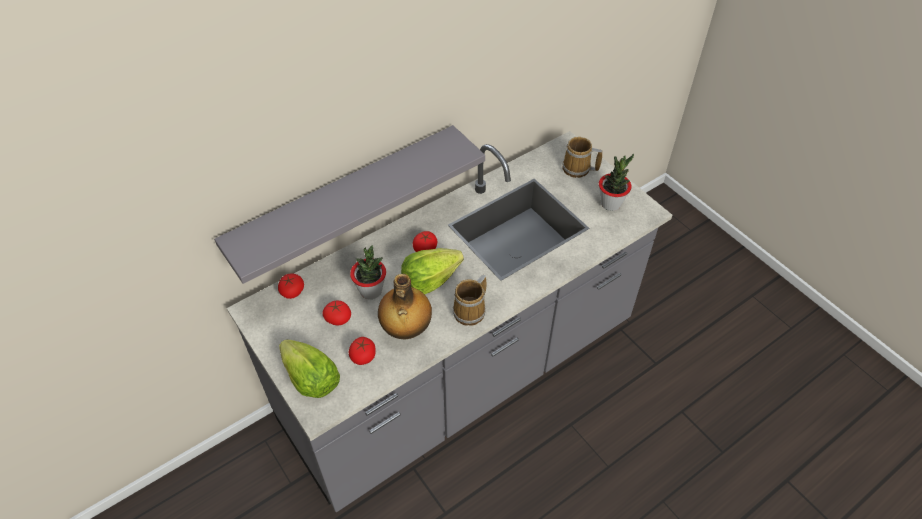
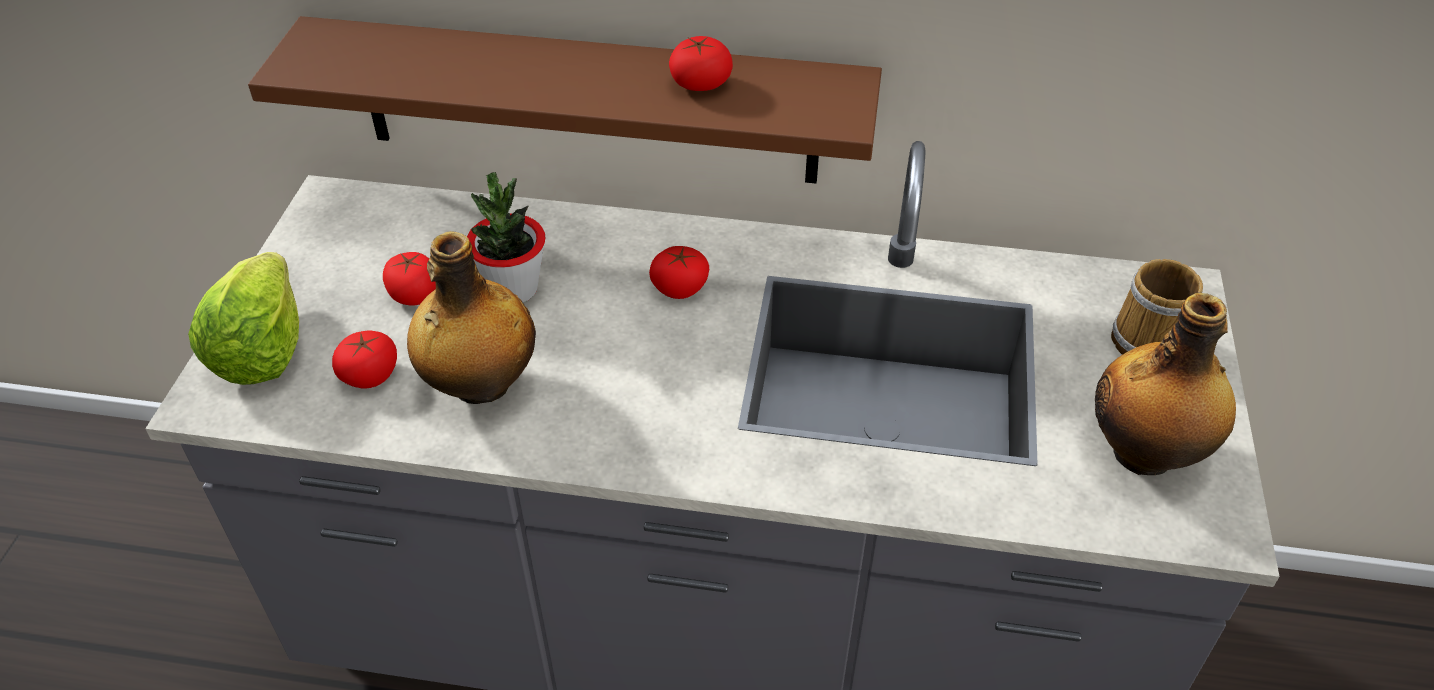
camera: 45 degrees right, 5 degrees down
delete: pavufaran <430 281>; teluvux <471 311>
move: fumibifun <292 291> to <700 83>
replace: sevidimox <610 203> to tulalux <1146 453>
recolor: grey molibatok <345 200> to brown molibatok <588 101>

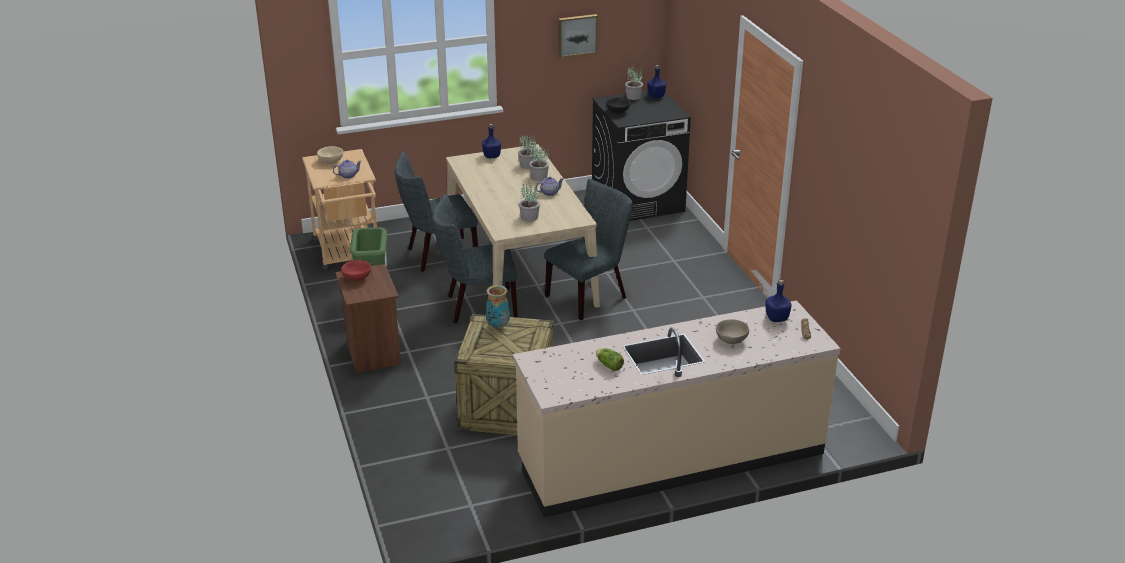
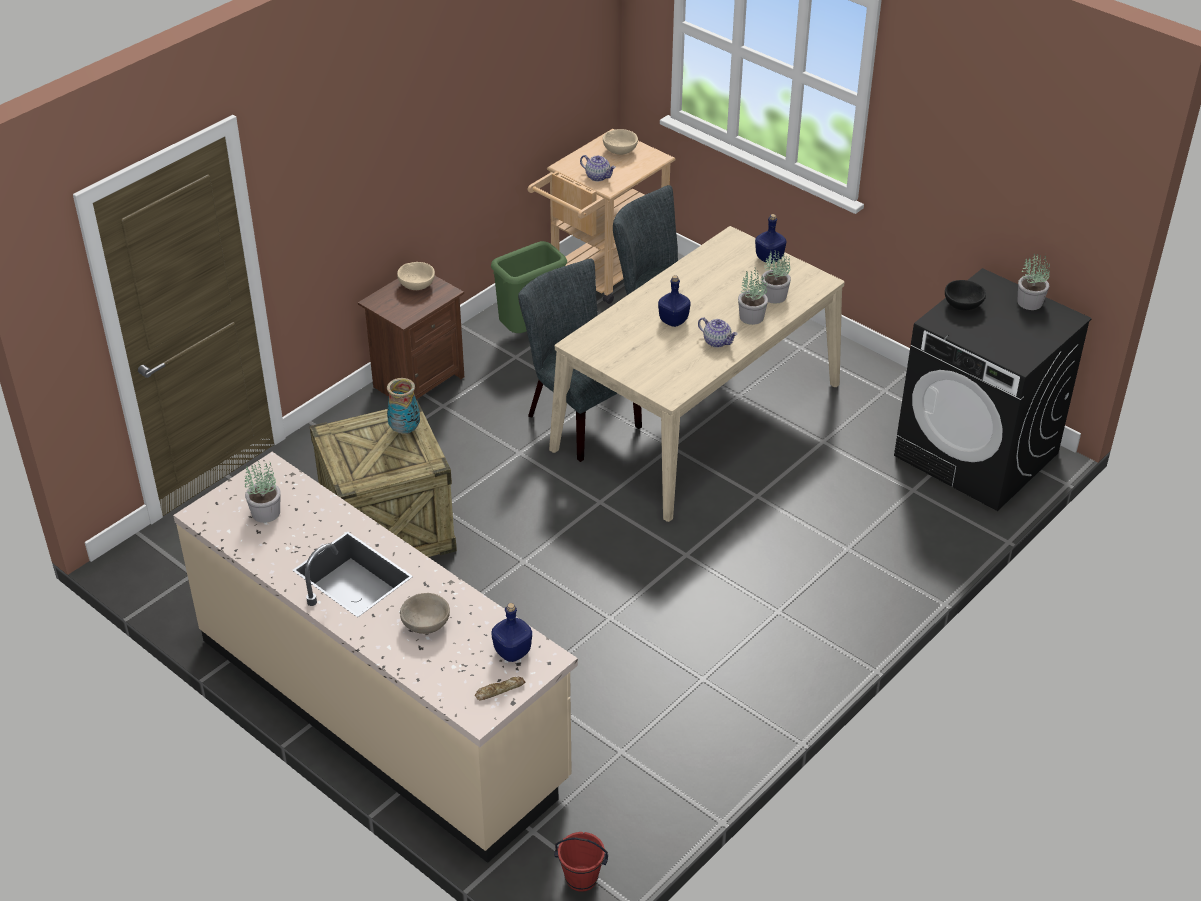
camera: 60 degrees right, 10 degrees up
delete: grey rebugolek <590 295>; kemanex <577 35>; pavufaran <608 365>
insert: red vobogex <581 879>
move: sevidimox <529 217> to <266 512>; blue tulalux <656 96> to <674 320>
recolor: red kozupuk <357 278> to beige kozupuk <417 285>

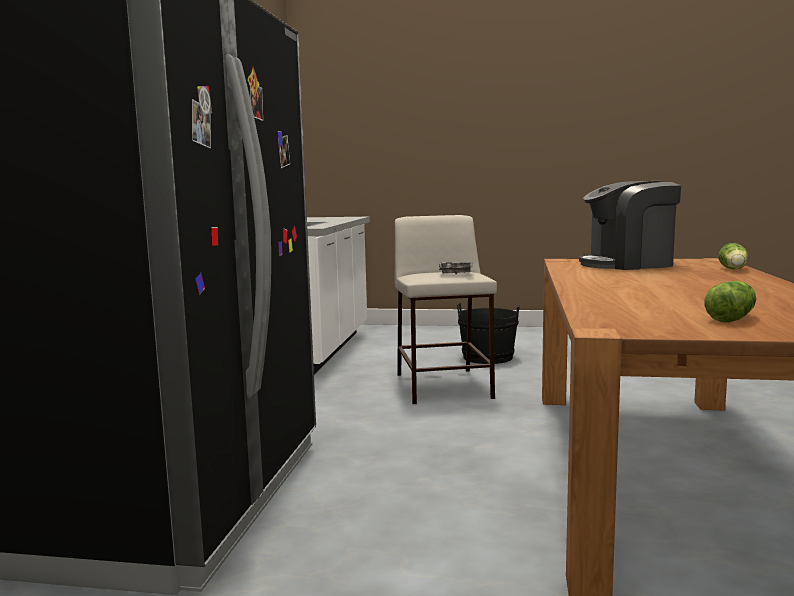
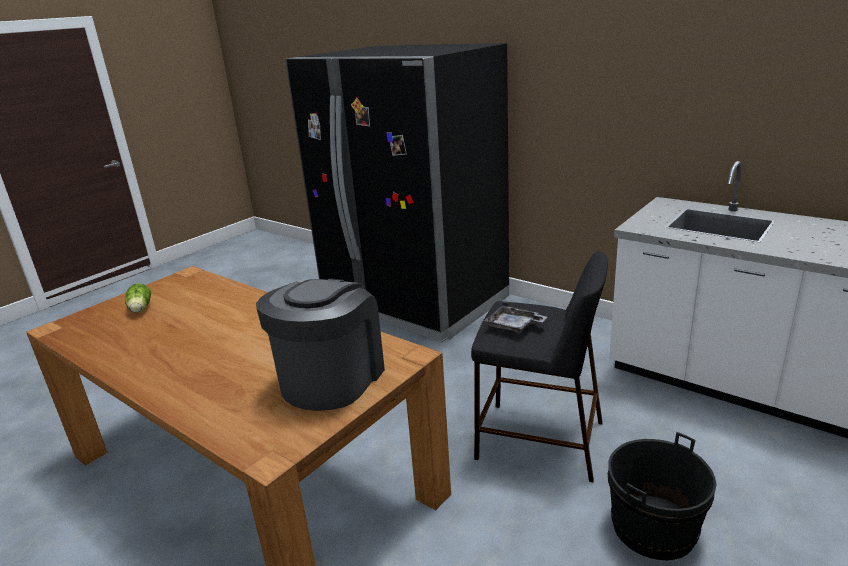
camera: 120 degrees right, 15 degrees up
delete: pavufaran <733 269>
recolor: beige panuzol <444 386> to black panuzol <538 440>

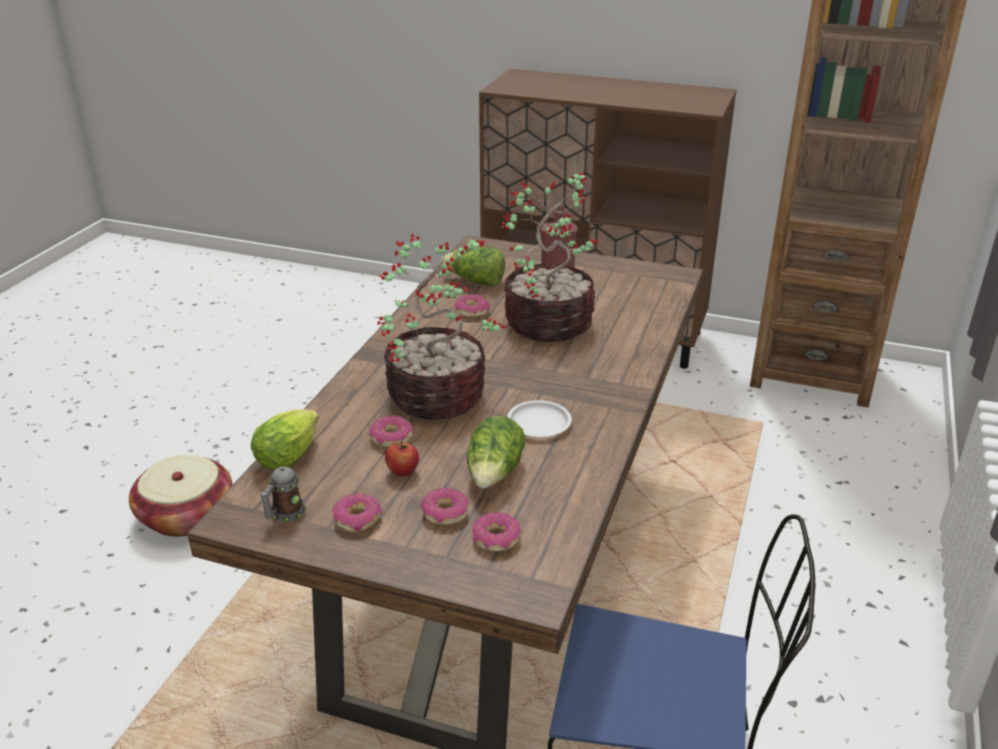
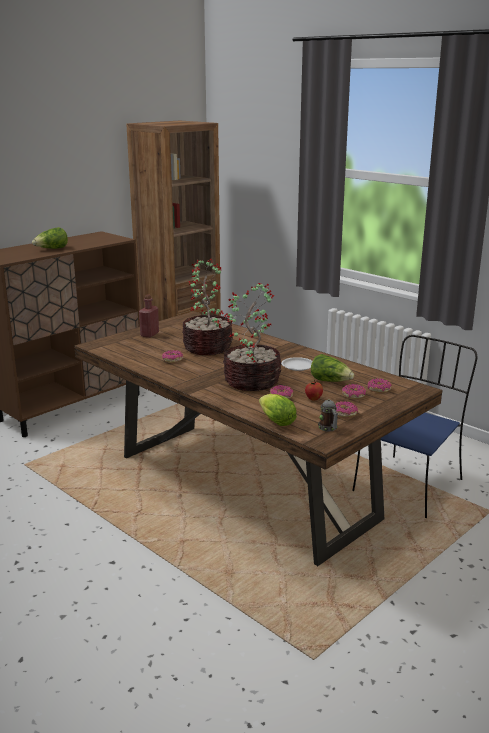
camera: 65 degrees left, 10 degrees down
delete: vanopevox <186 515>
move: pavufaran <475 281> to <51 249>

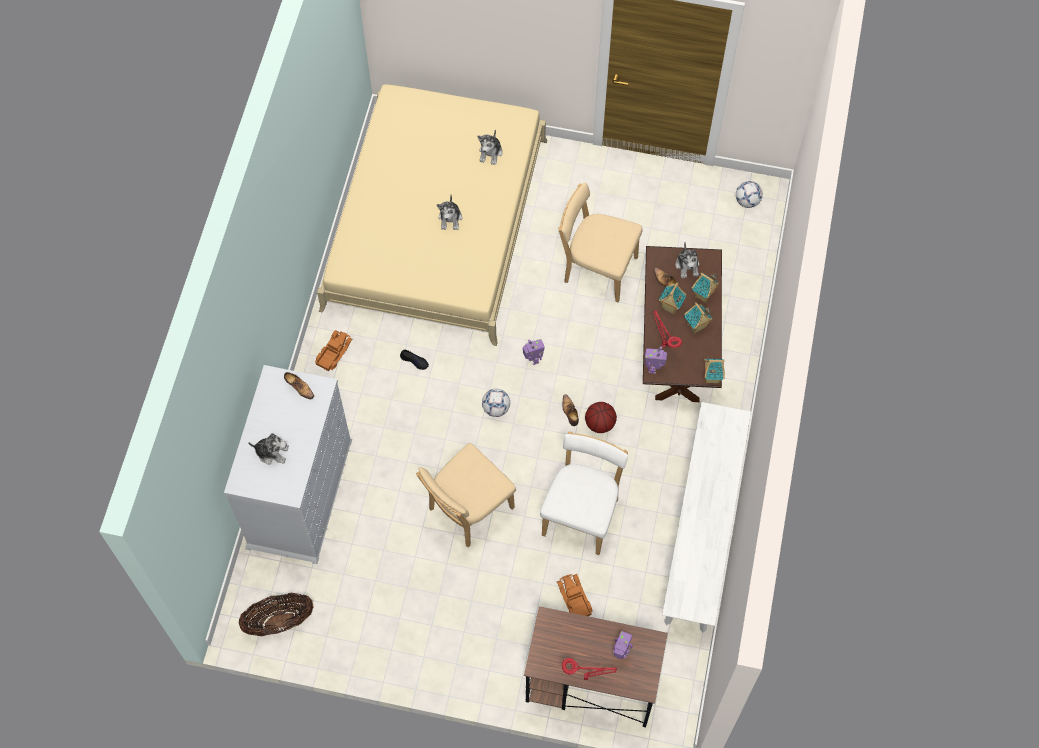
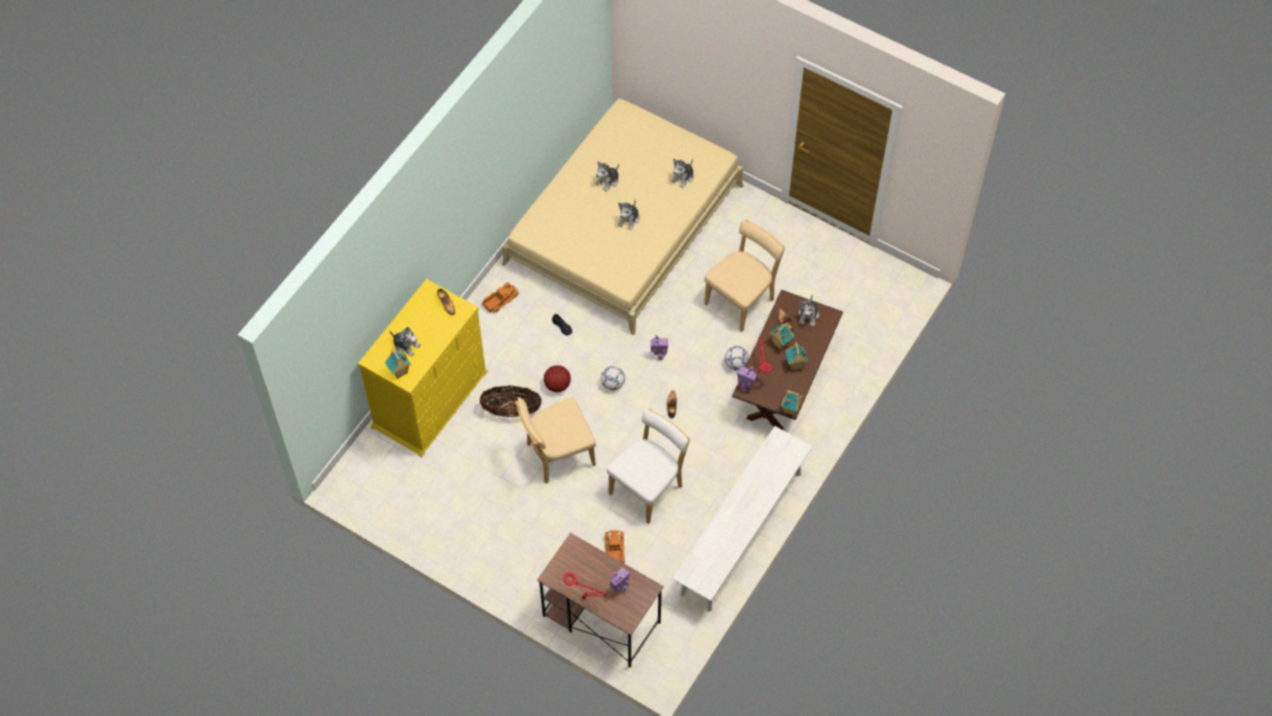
camera: 20 degrees right, 5 degrees down
insert: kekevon <608 181>
move: vanopevox <279 621> to <511 410>; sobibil <599 423> to <557 385>; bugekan <703 295> to <399 372>; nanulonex <747 201> to <736 364>
recolor: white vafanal <300 493> to yellow vafanal <430 399>
rotate: beige rebugolek <597 268> = <742 300> 90 degrees clockwise

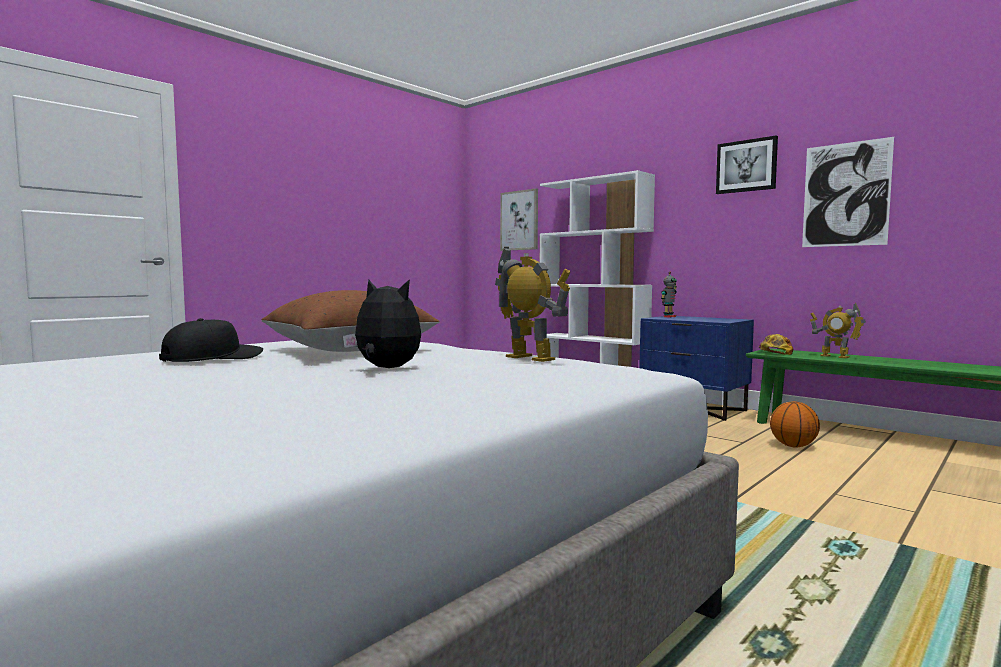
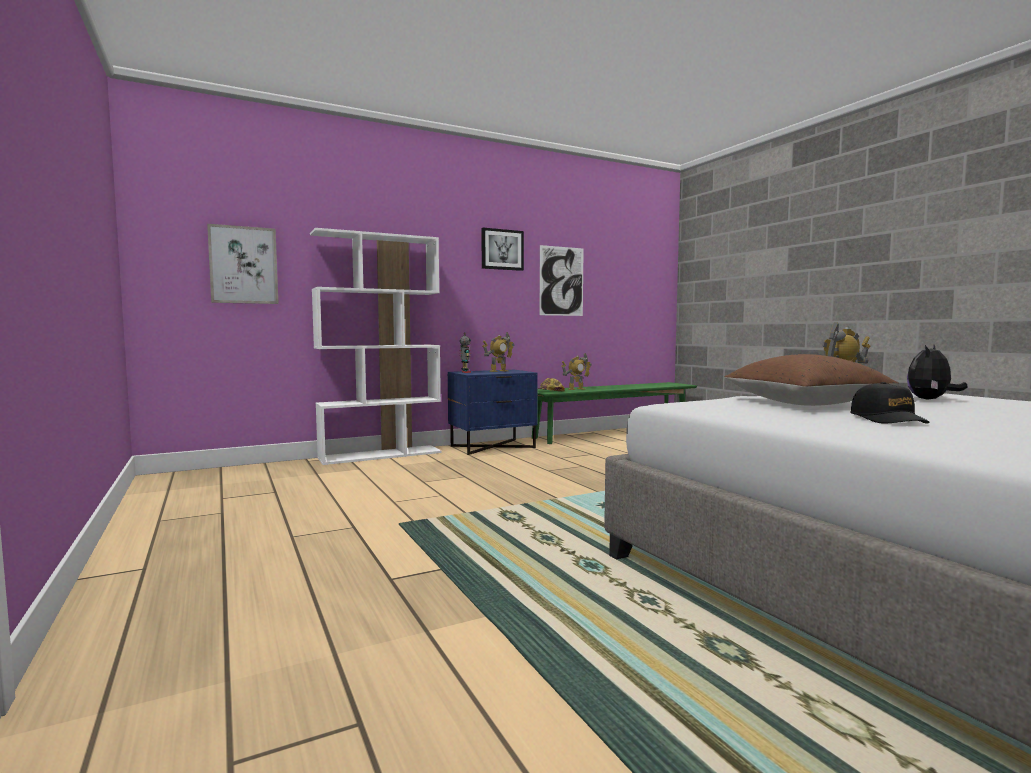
camera: 70 degrees left, 0 degrees up
delete: sobibil <793 446>
insert: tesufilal <498 371>
rotate: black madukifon <213 358> = <887 419> 150 degrees counterclockwise

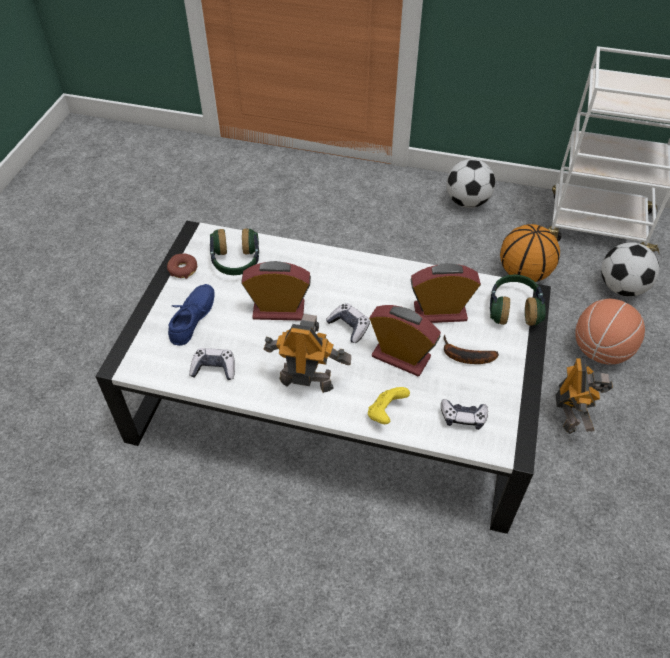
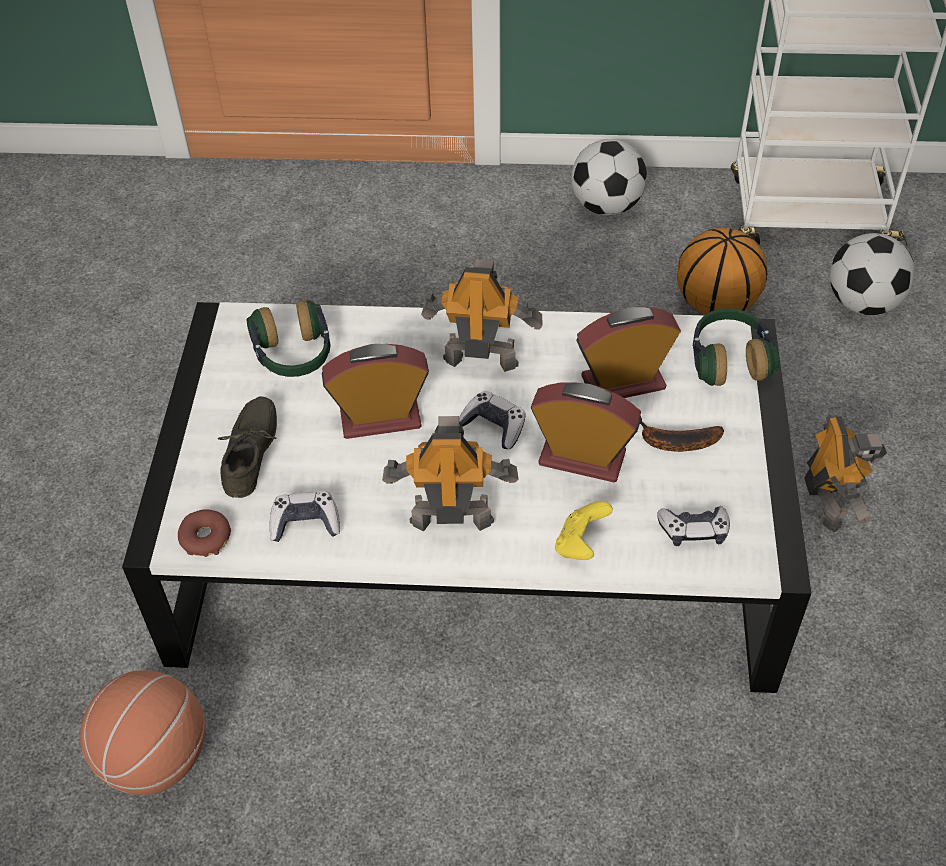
camera: 10 degrees left, 0 degrees up
insert: tesufilal <480 359>
move: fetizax <183 269> to <206 538>; sobibil <600 351> to <155 758>
recolor: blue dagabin <195 319> to grey dagabin <255 453>

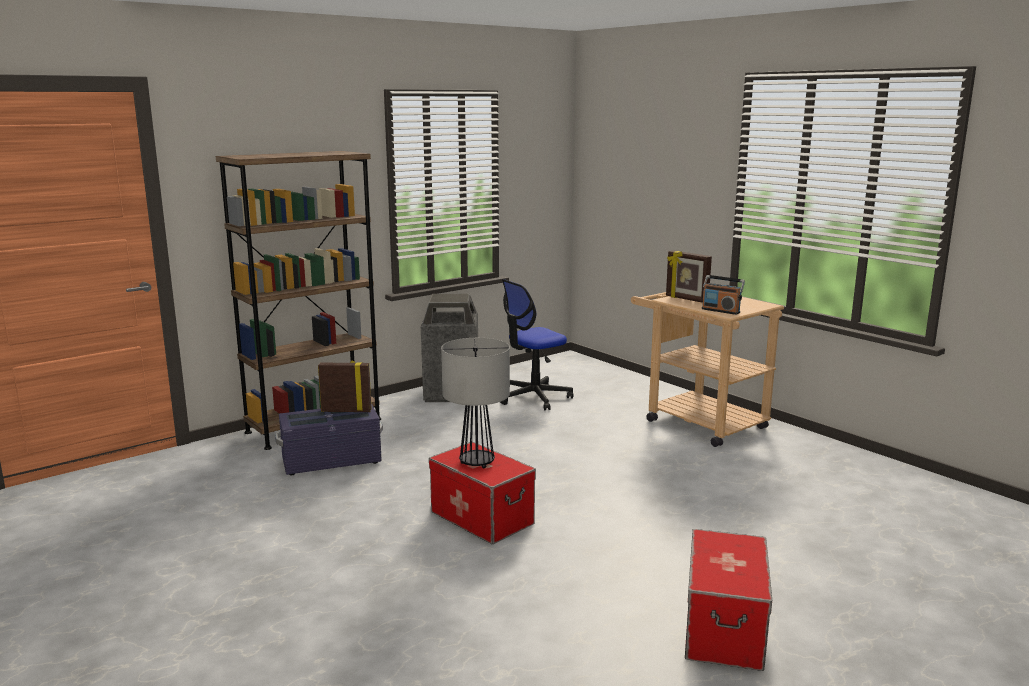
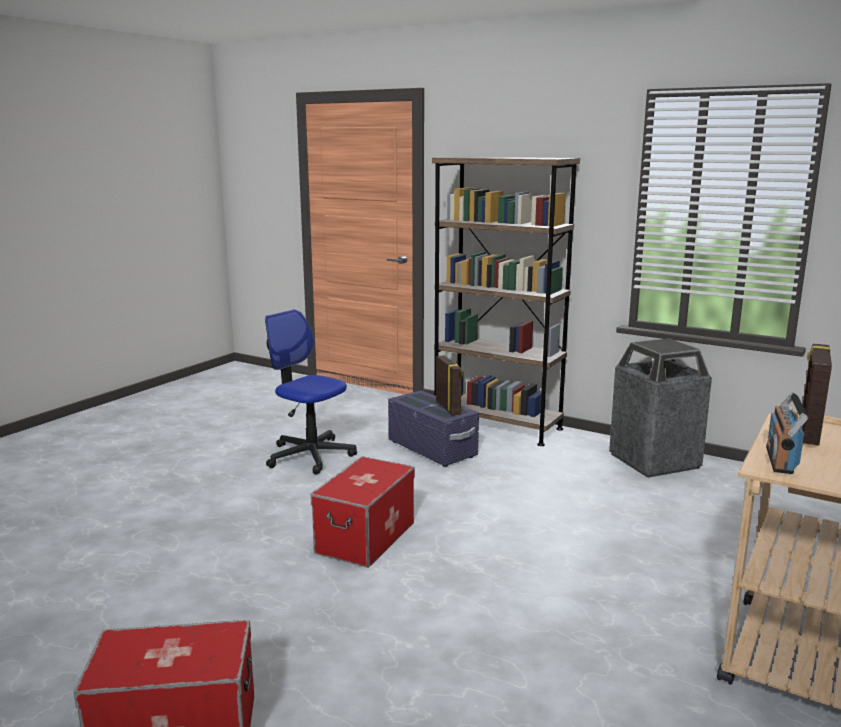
camera: 70 degrees right, 0 degrees up
delete: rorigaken <477 463>
move: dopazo <533 397> to <310 455>

